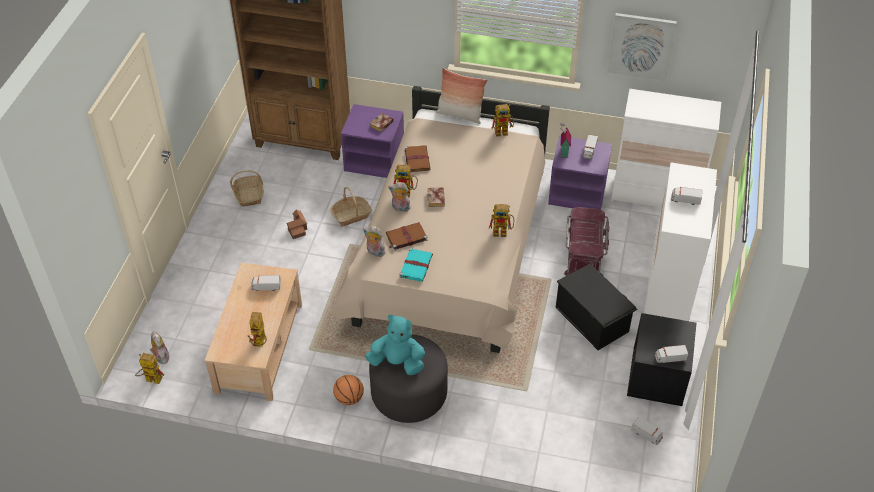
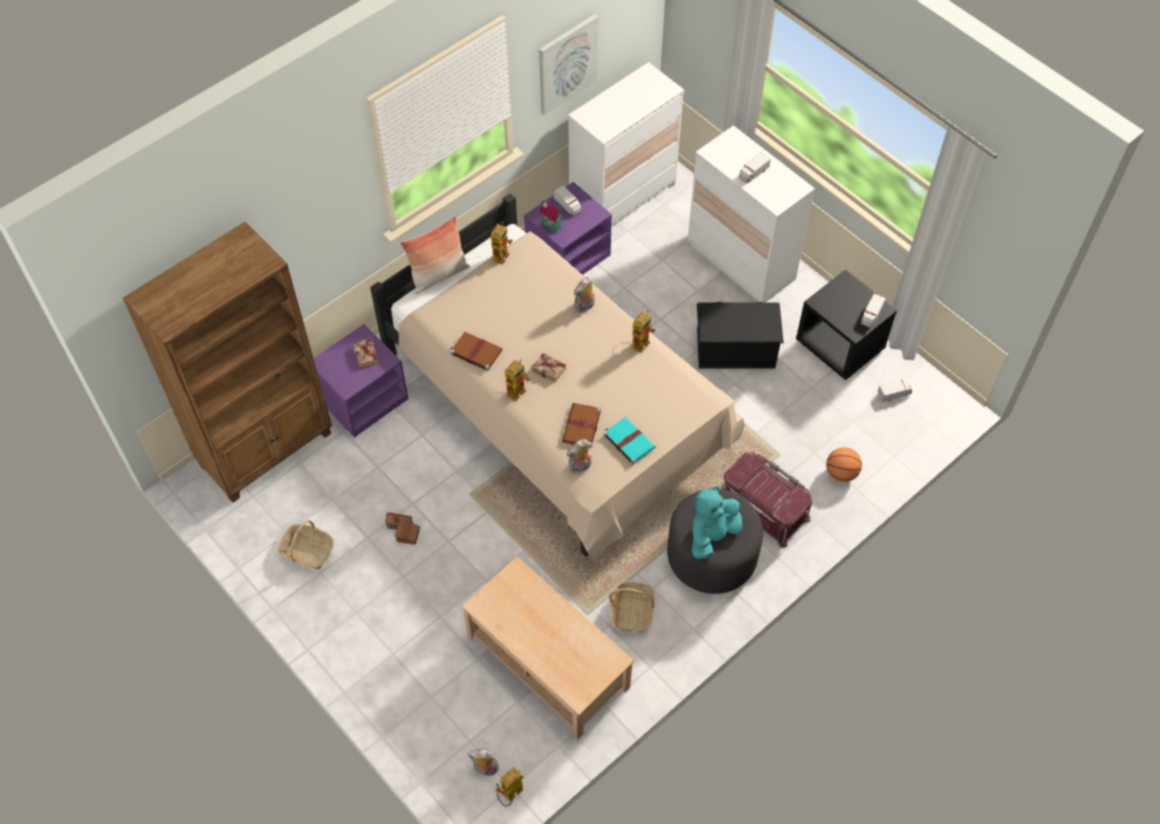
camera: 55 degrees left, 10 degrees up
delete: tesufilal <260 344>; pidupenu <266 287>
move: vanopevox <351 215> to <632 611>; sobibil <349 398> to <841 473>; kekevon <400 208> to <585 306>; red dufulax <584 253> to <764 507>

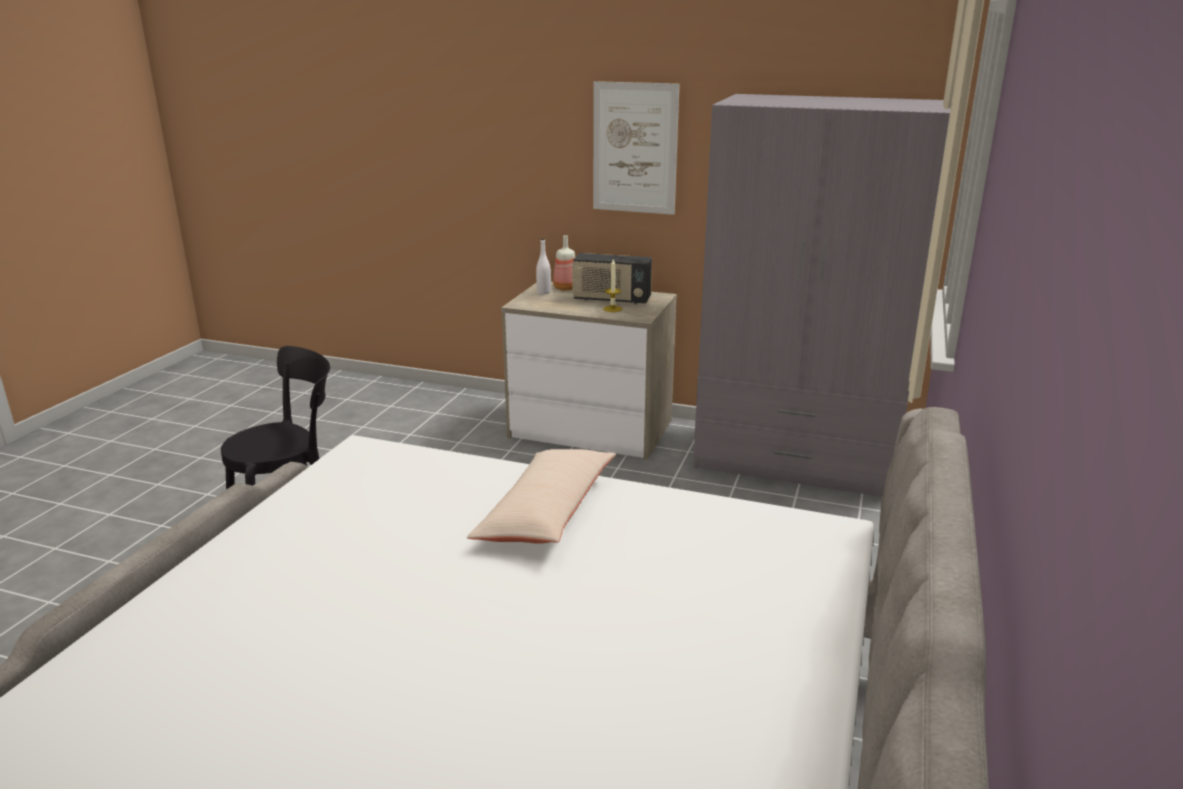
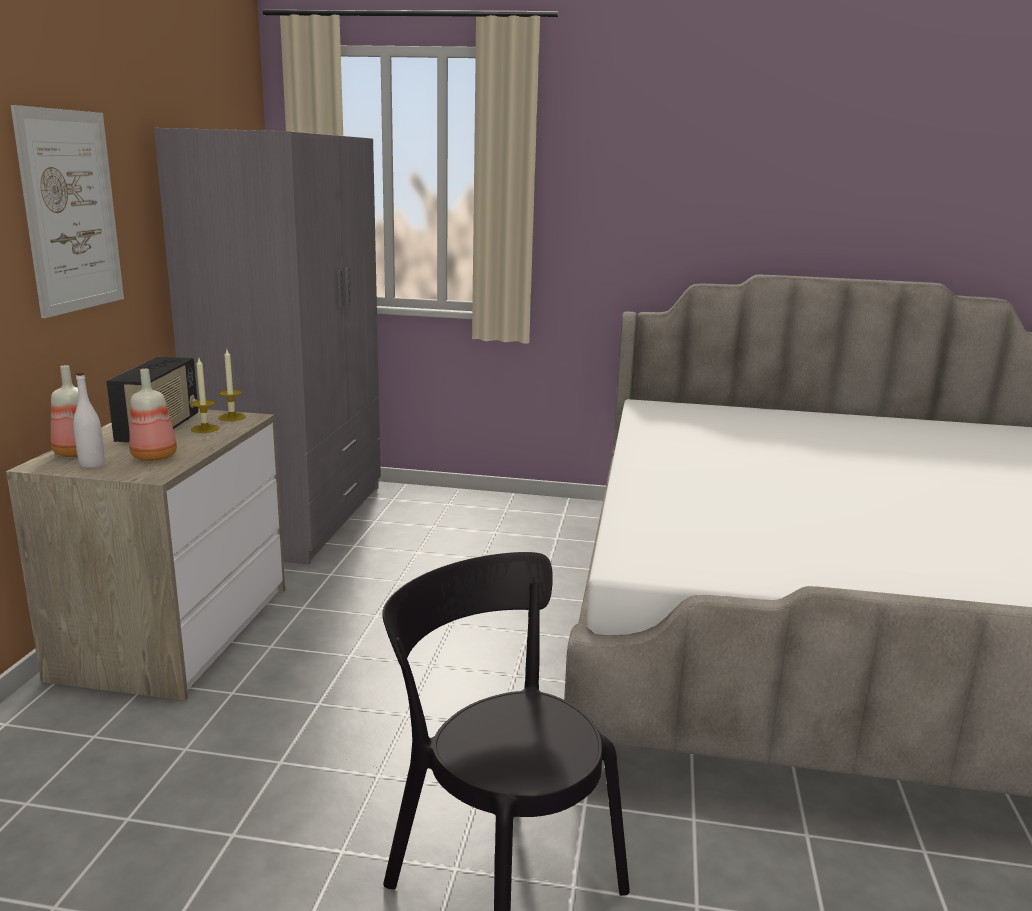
camera: 100 degrees left, 5 degrees down
delete: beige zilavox <547 512>
insert: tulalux <155 456>; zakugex <232 417>

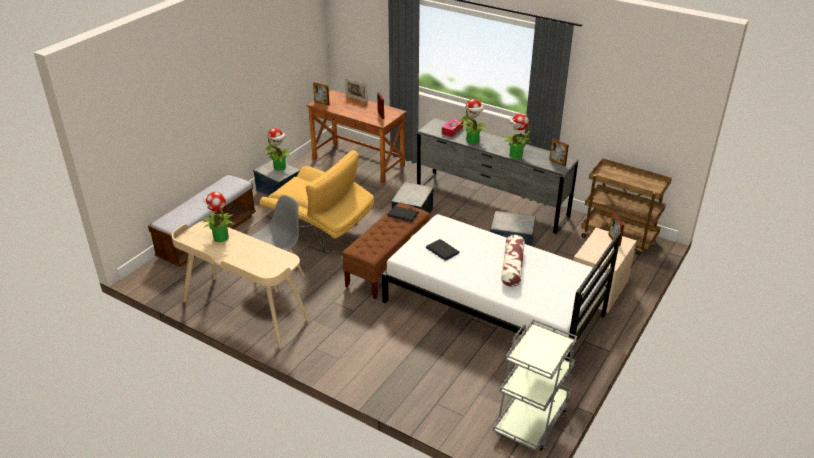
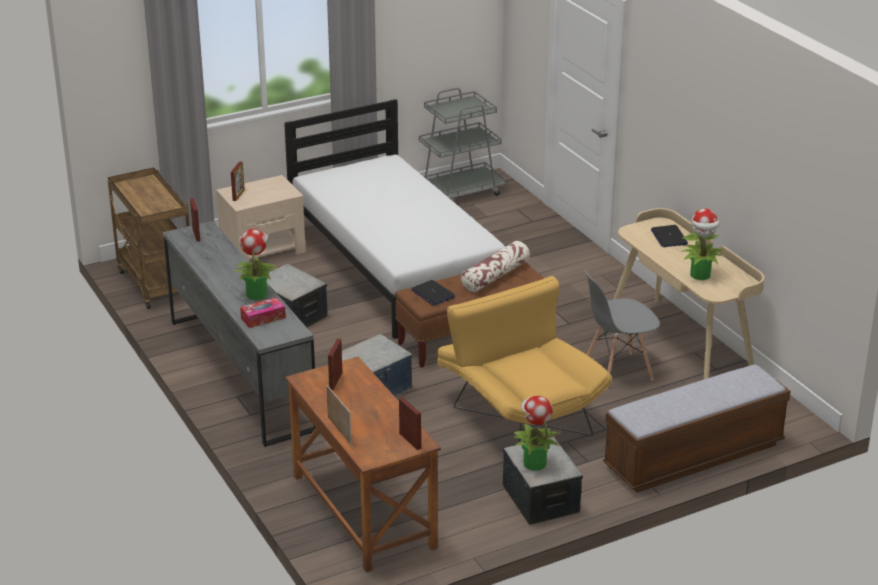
camera: 150 degrees left, 5 degrees down
delete: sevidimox <515 155>
move: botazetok <442 250> to <669 237>; zilavox <512 267> to <495 276>

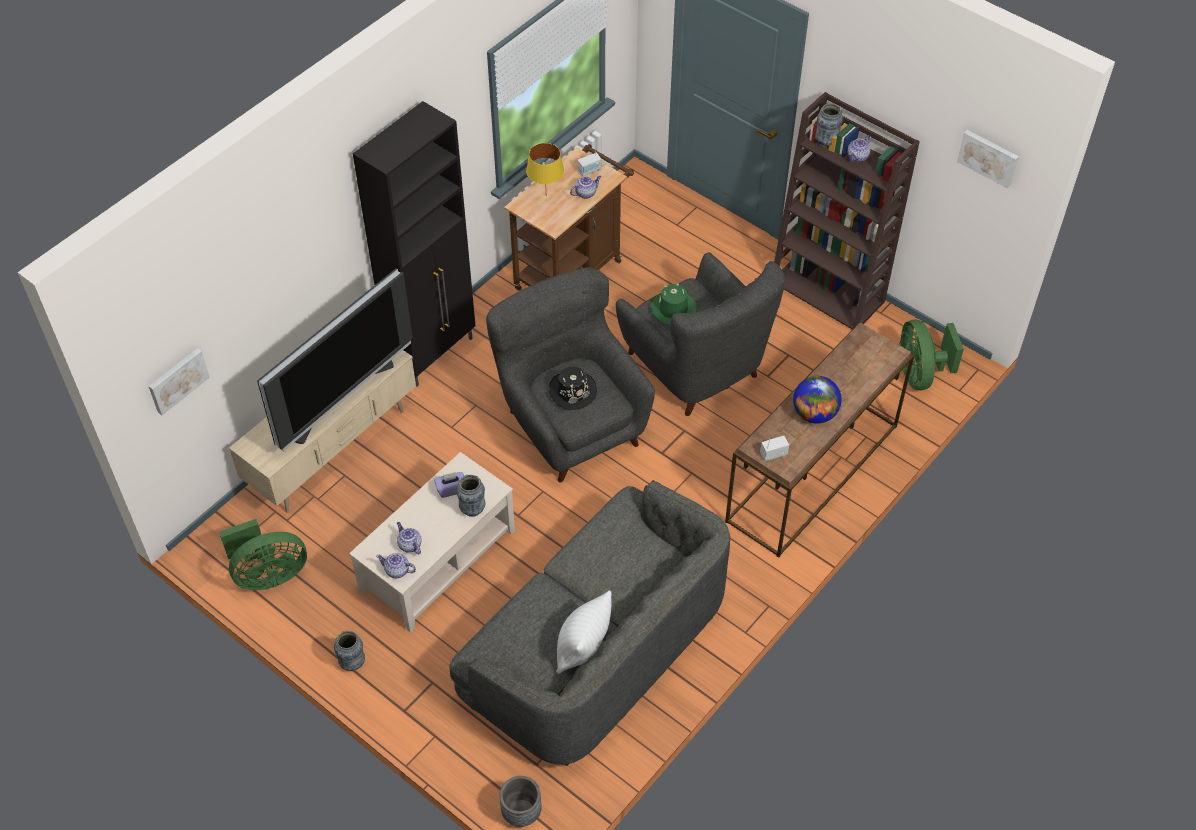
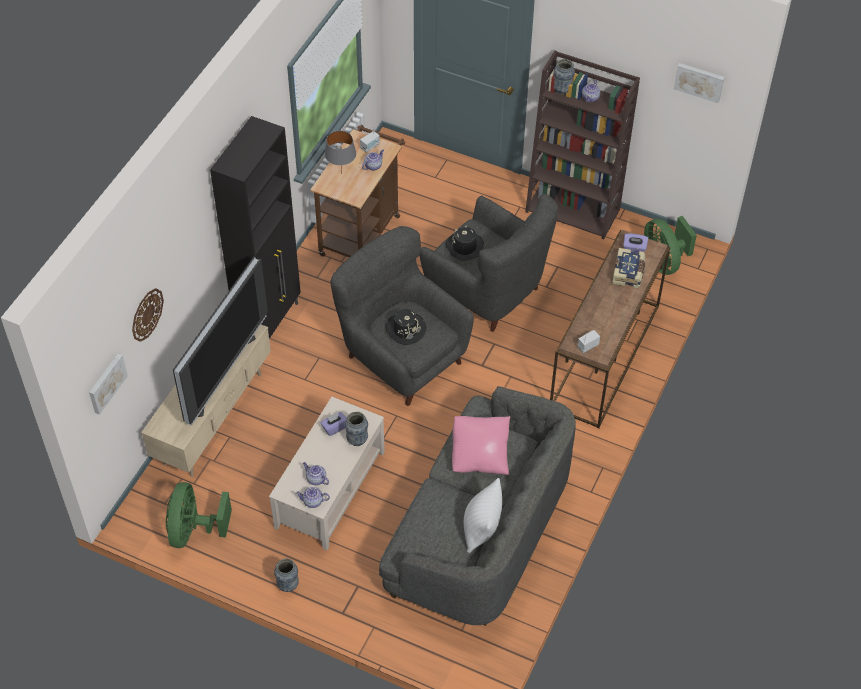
camera: 15 degrees left, 0 degrees up
delete: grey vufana <521 812>; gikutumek <814 414>
insert: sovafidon <147 314>; pink zilavox <480 456>; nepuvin <629 273>; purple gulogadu <634 248>
recolor: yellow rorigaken <545 195> to grey rorigaken <341 174>; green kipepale <673 309> to black kipepale <464 247>
rotate: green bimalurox <268 574> = <194 530> 135 degrees clockwise

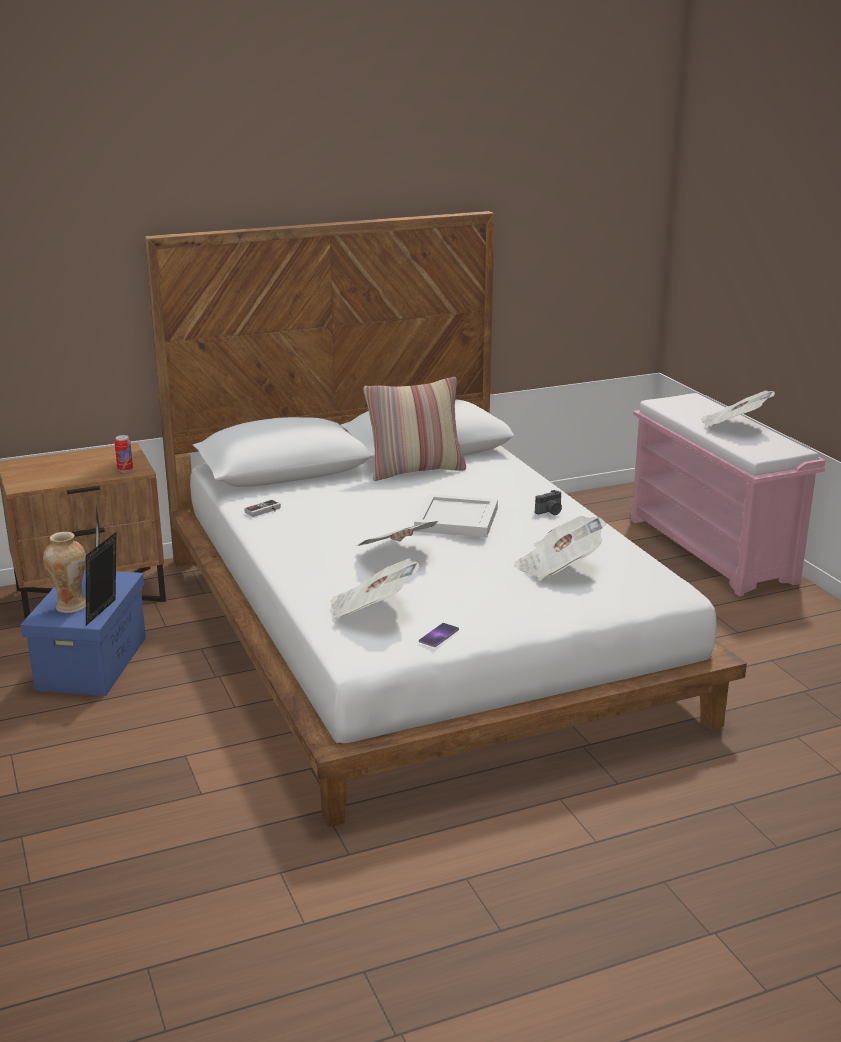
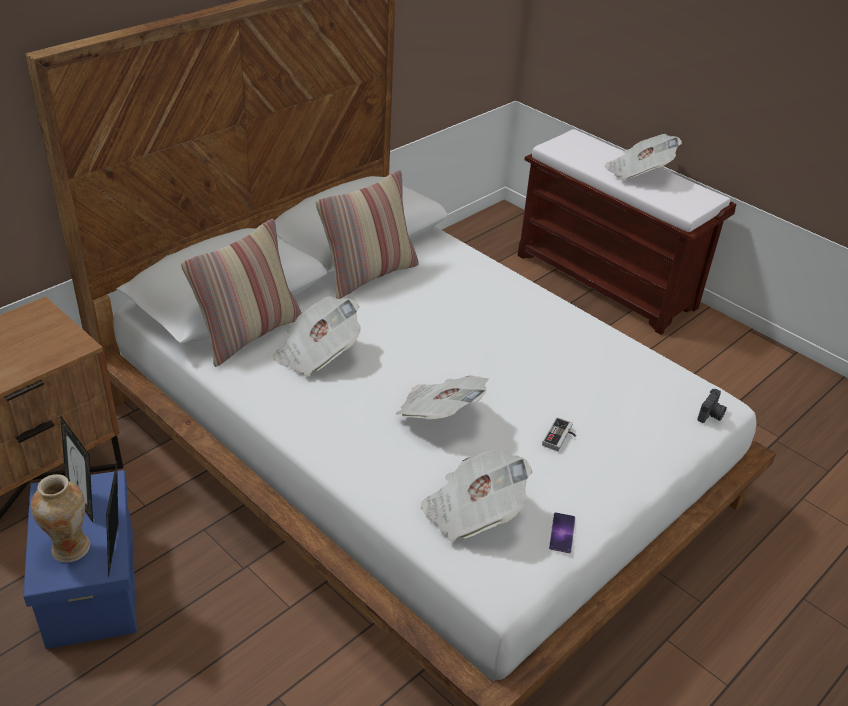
camera: 25 degrees left, 15 degrees up
delete: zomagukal <125 470>; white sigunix <455 520>
insert: zilavox <248 334>
move: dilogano <264 511> to <561 437>; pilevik <558 568> to <316 353>; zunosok <550 512> to <711 415>
recolor: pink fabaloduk <713 550> to brown fabaloduk <607 281>

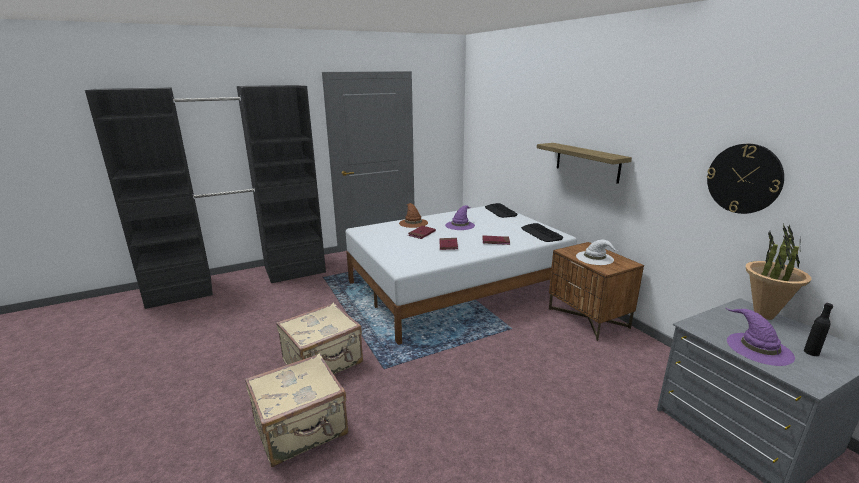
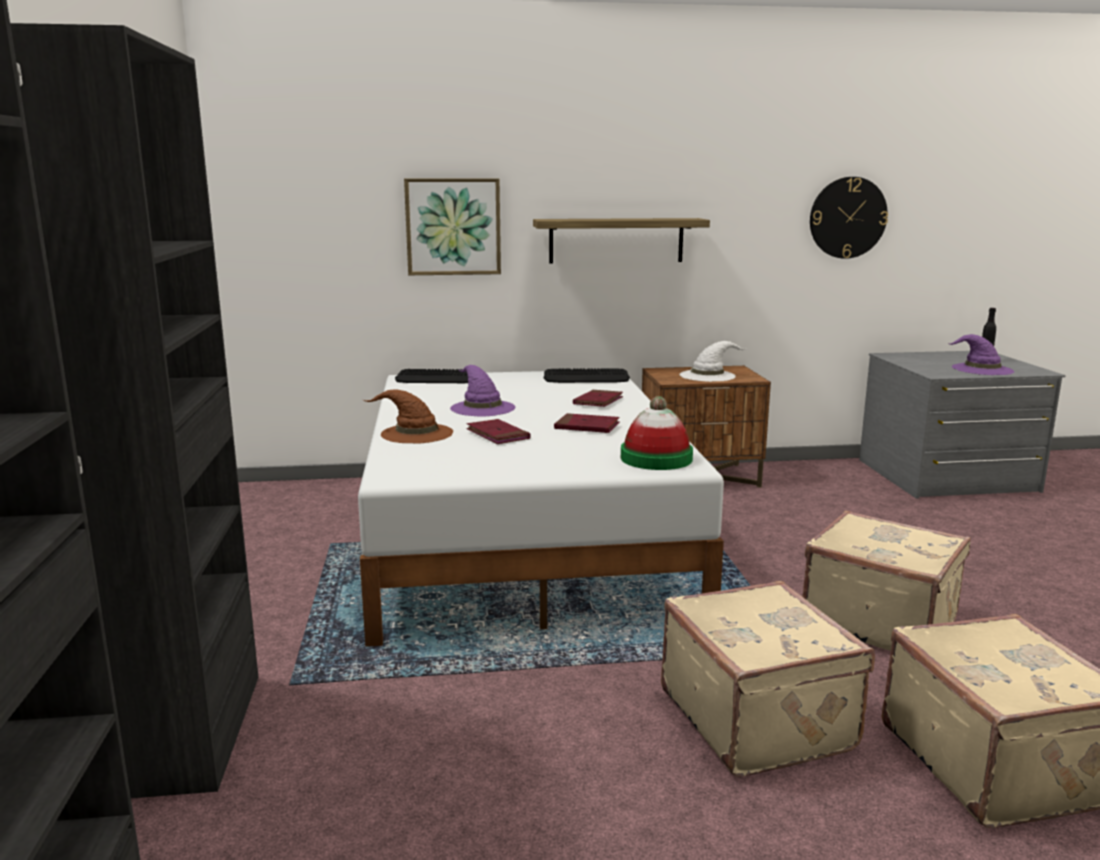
camera: 70 degrees left, 5 degrees down
delete: sevidimox <764 315>
insert: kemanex <453 226>; kipepale <656 458>; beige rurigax <879 621>

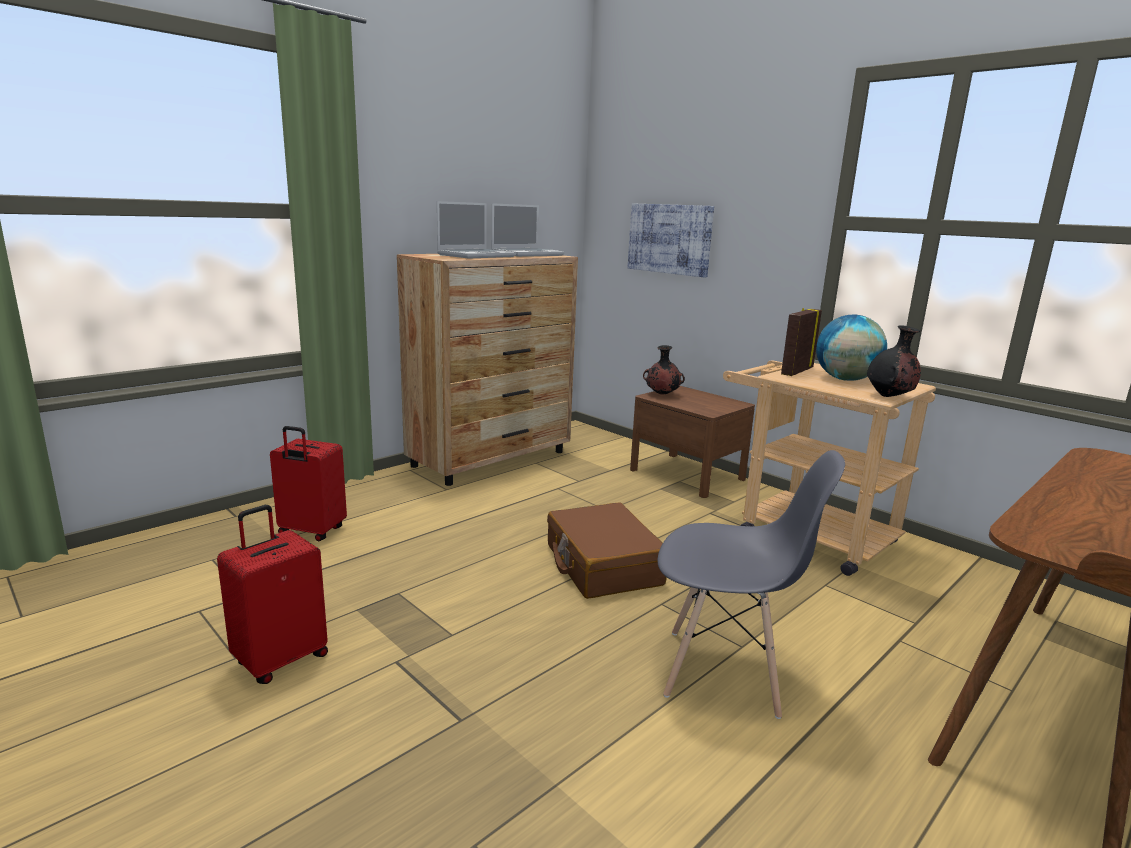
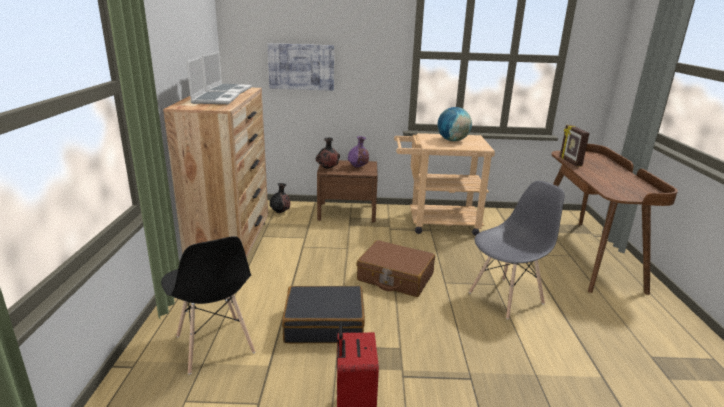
camera: 45 degrees left, 5 degrees up
insert: black rurigax <324 324>; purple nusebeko <358 167>
move: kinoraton <796 371> to <569 162>; black nusebeko <889 397> to <280 212>
replace: red rurigax <311 532> to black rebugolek <214 345>

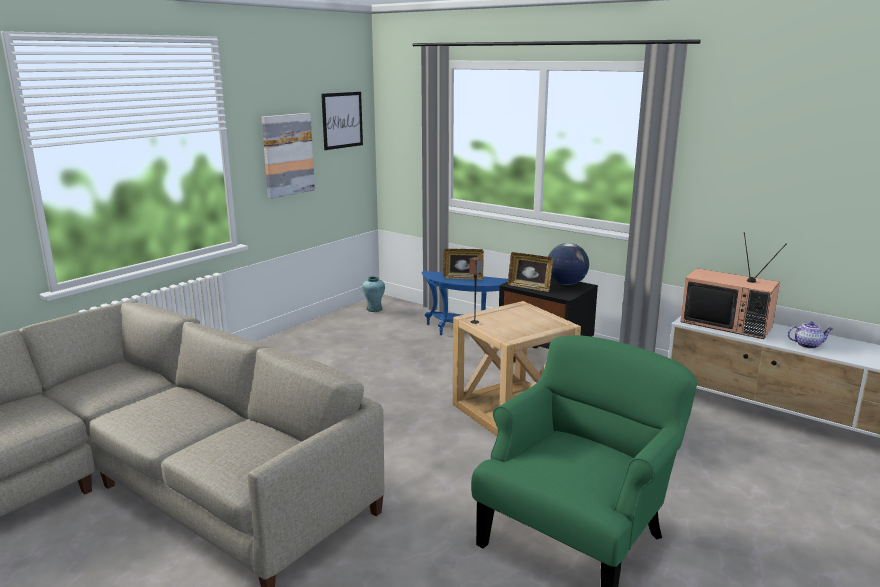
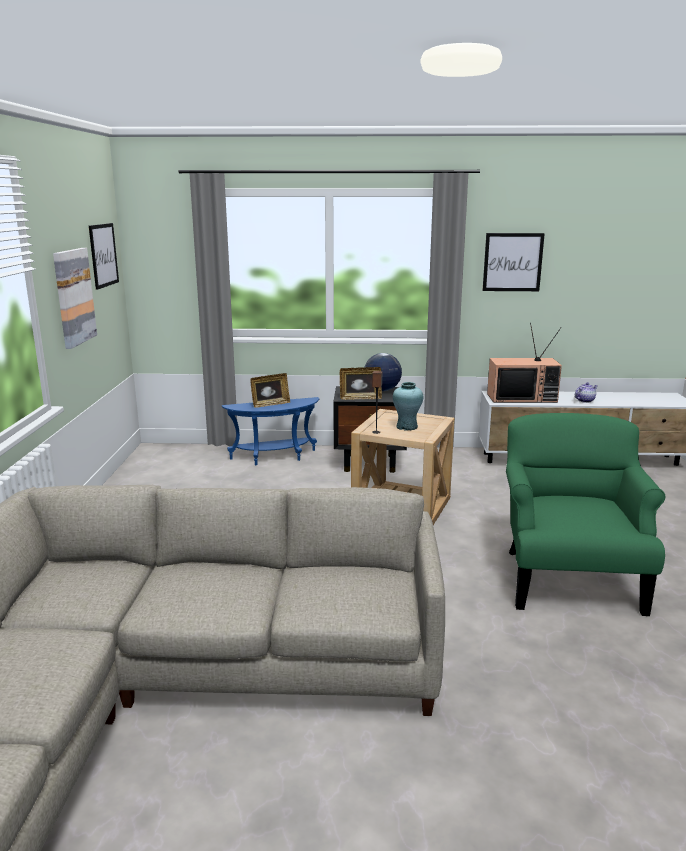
camera: 35 degrees left, 0 degrees up
insert: kemanex <512 262>
move: turquoise nusebeko <374 309> to <407 427>

